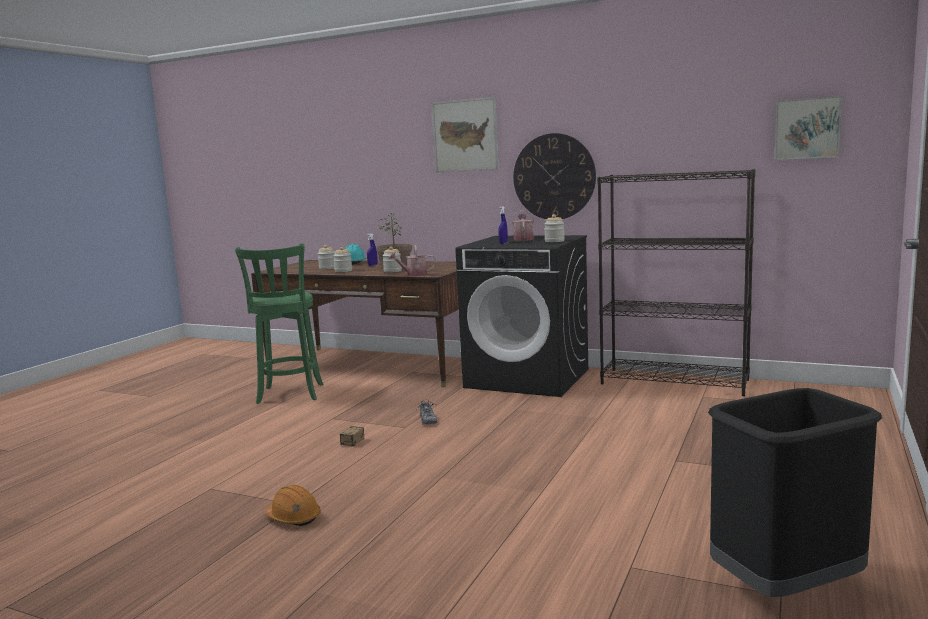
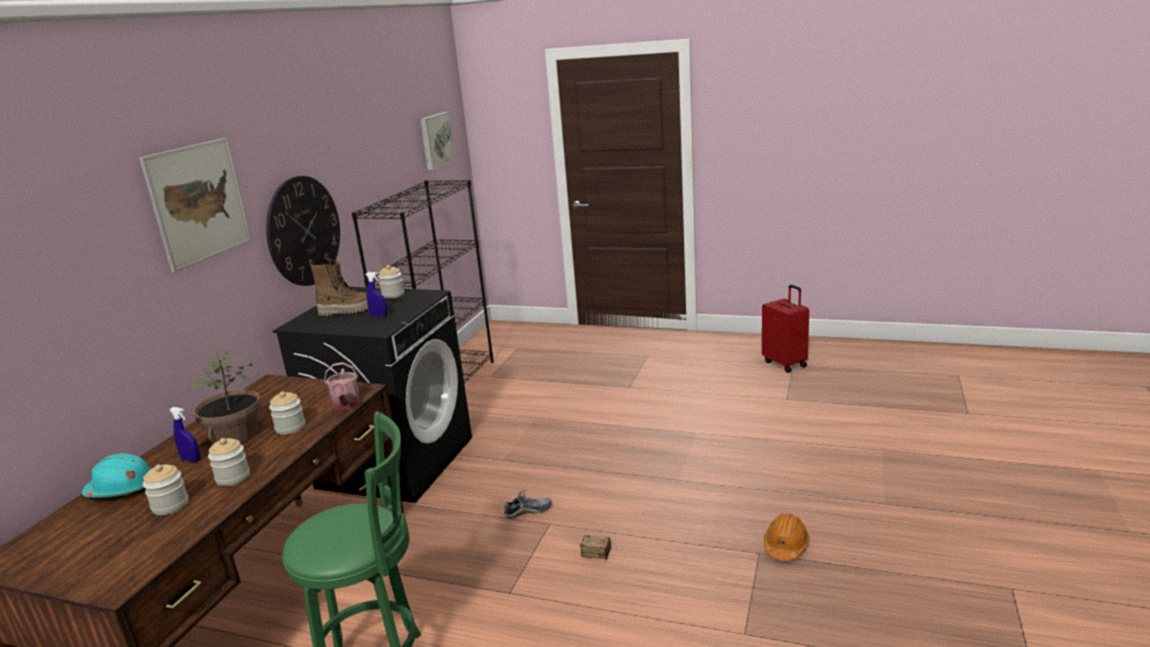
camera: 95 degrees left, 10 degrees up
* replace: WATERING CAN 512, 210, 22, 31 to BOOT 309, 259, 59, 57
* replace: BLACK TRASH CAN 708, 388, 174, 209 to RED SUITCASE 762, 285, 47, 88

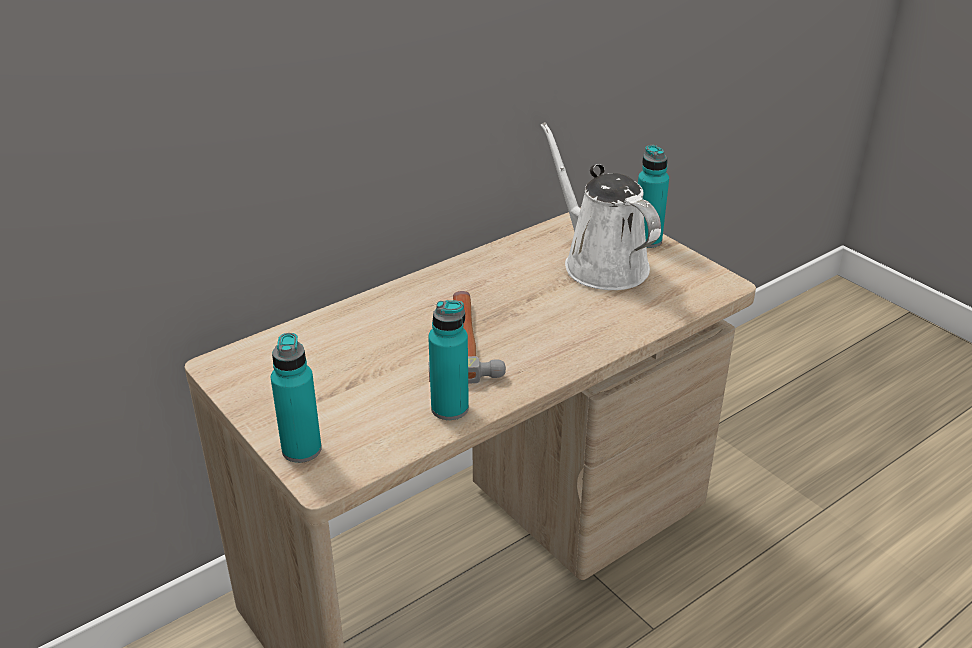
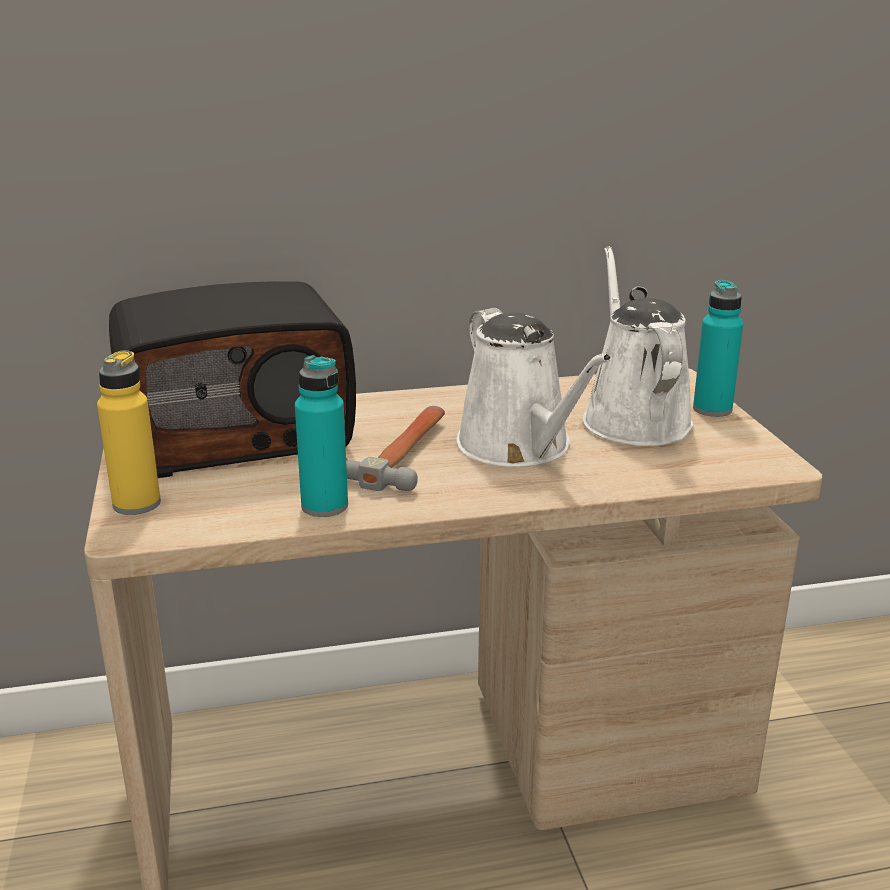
camera: 25 degrees right, 10 degrees down
* insert: RADIO 109, 281, 247, 197
* insert: WHITE WATERING CAN 456, 308, 156, 159
* recolor: TURQUOISE BOTTLE 271, 333, 51, 130 to YELLOW BOTTLE 97, 350, 64, 165

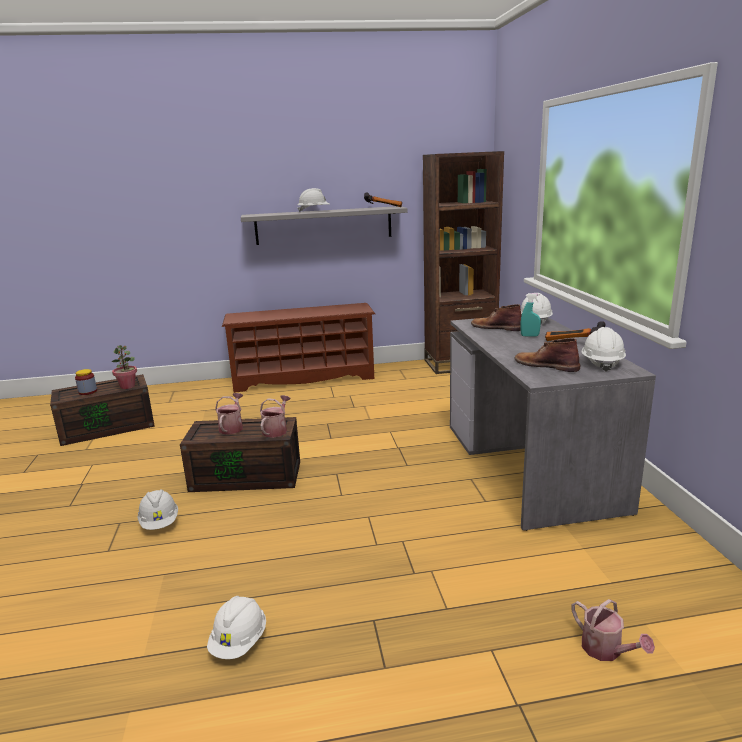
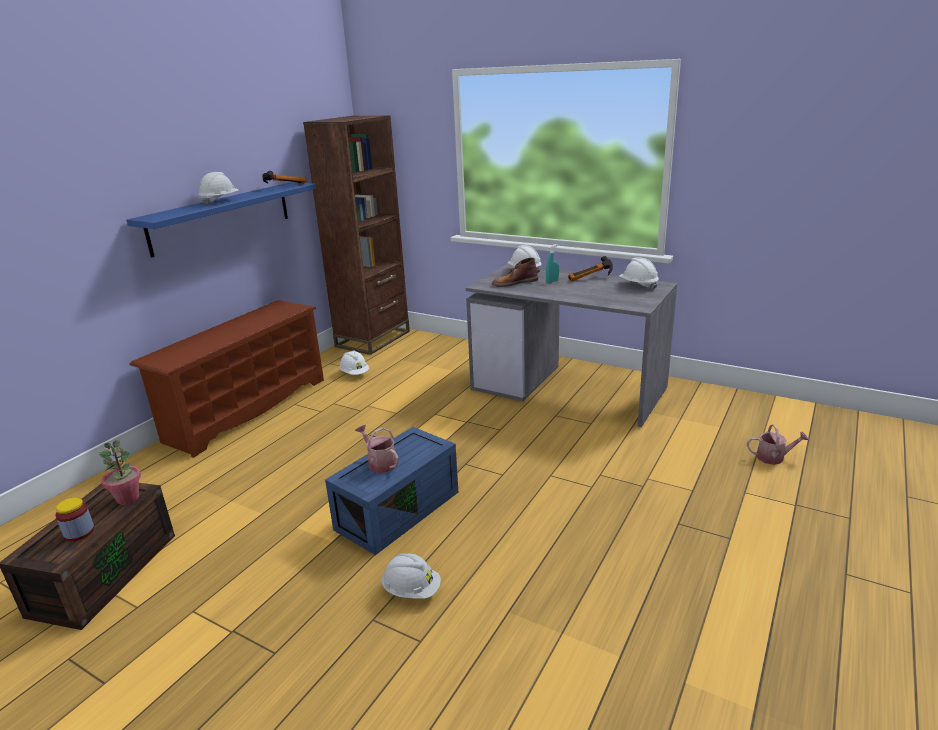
camera: 50 degrees left, 5 degrees up
* delete: WATERING CAN 260, 395, 30, 43
* delete: BROWN BOOT 514, 338, 66, 34
* move: WHITE HARD HAT 207, 596, 59, 63 to 340, 350, 29, 25
* recolor: BROWN STORAGE BOX 180, 417, 120, 75 to BLUE STORAGE BOX 325, 427, 133, 128
* recolor: GREY SHELF 241, 206, 167, 39 to BLUE SHELF 126, 182, 190, 76

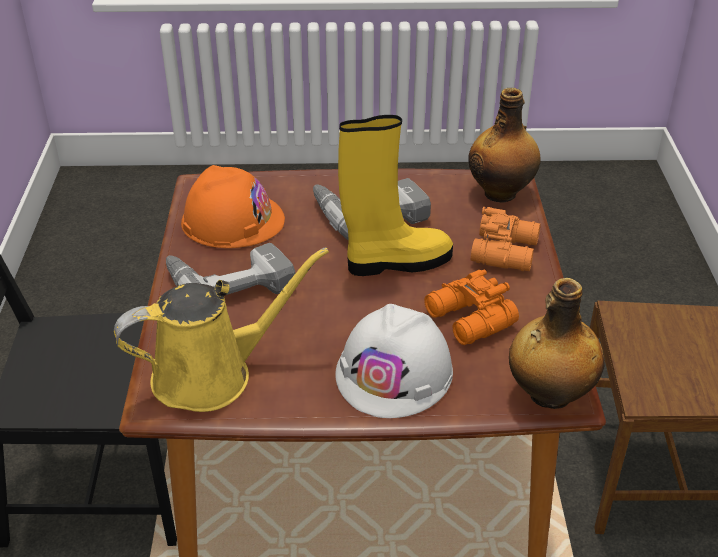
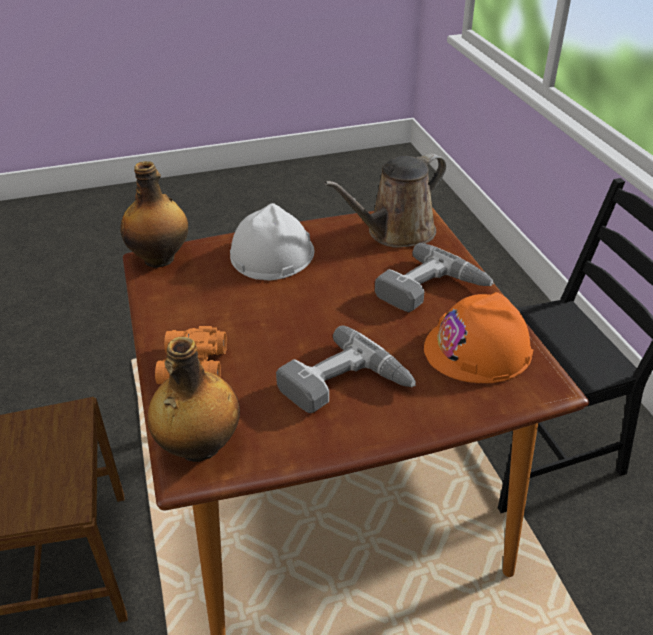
camera: 165 degrees right, 0 degrees up
* delete: YELLOW BOOT 338, 115, 115, 161
* delete: ORANGE BINOCULARS 424, 270, 95, 75
* recolor: YELLOW WATERING CAN 114, 247, 215, 165 to BROWN WATERING CAN 324, 153, 122, 95

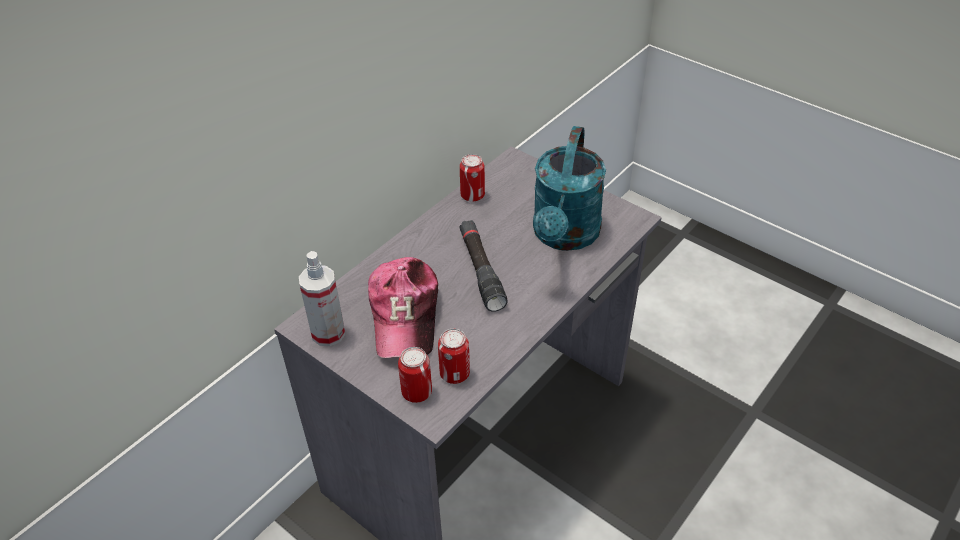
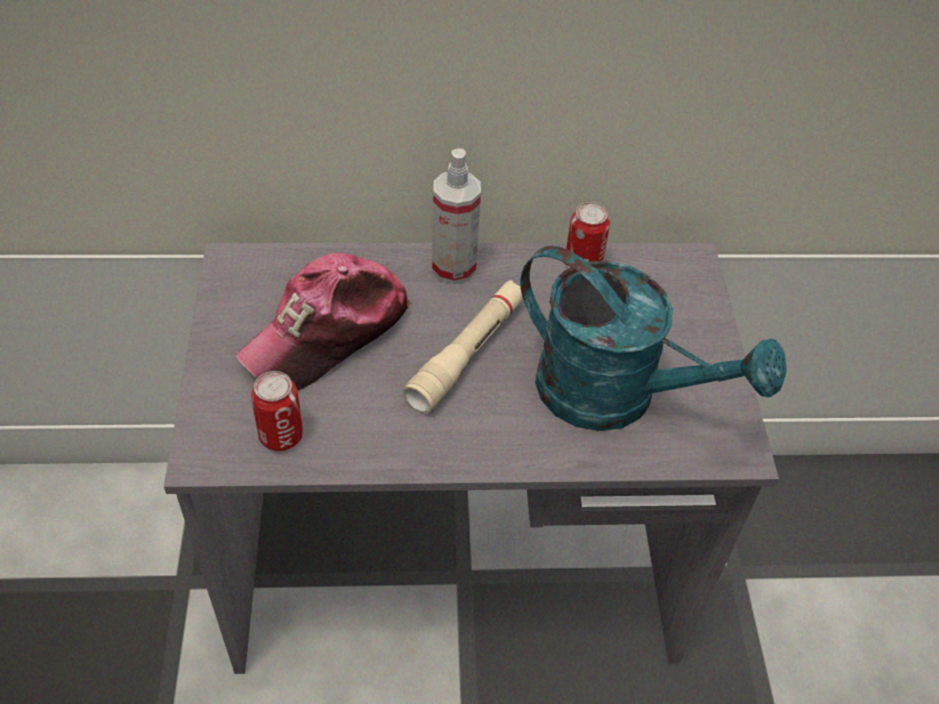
camera: 45 degrees right, 5 degrees up
* delete: CAN 398, 347, 34, 56
* move: SPRAY BOTTLE 299, 251, 46, 95 to 432, 148, 49, 136
* recolor: BLACK FLASHLIGHT 459, 220, 49, 92 to BEIGE FLASHLIGHT 402, 280, 121, 133
* rotate: TURQUOISE WATERING CAN 533, 126, 73, 125 = 520, 246, 267, 185 120 degrees counterclockwise

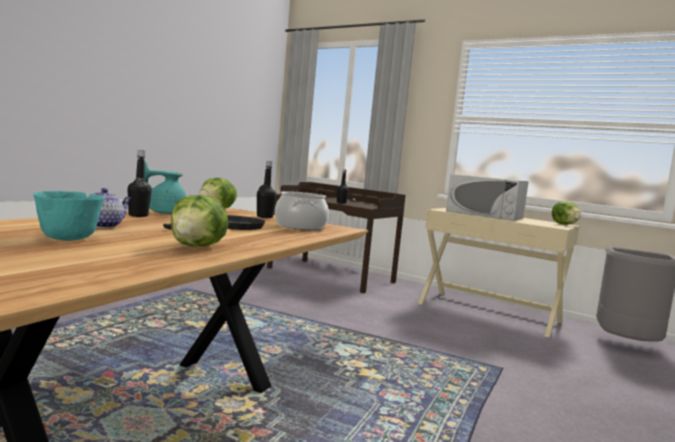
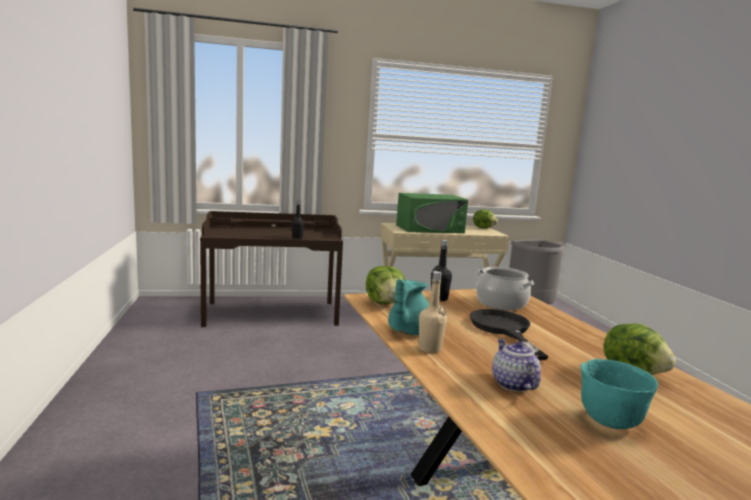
camera: 45 degrees left, 5 degrees up
* recolor: BLACK BOTTLE 127, 150, 25, 67 to BEIGE BOTTLE 418, 271, 29, 82
* recolor: WHITE MICROWAVE 446, 174, 83, 47 to GREEN MICROWAVE 396, 193, 72, 40

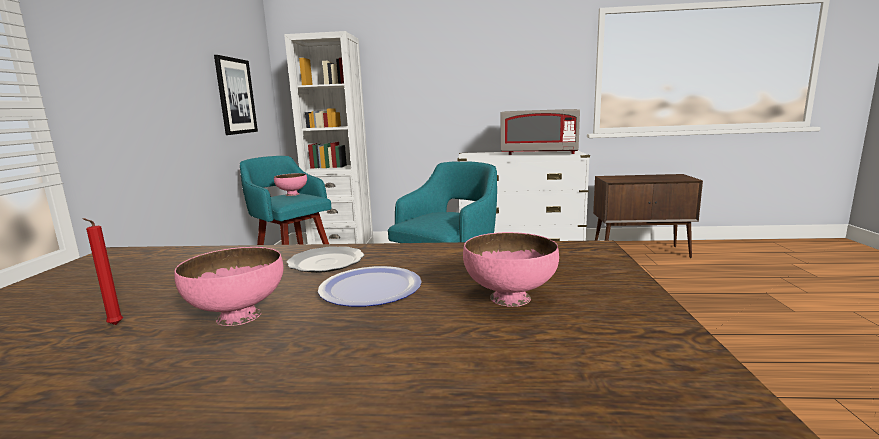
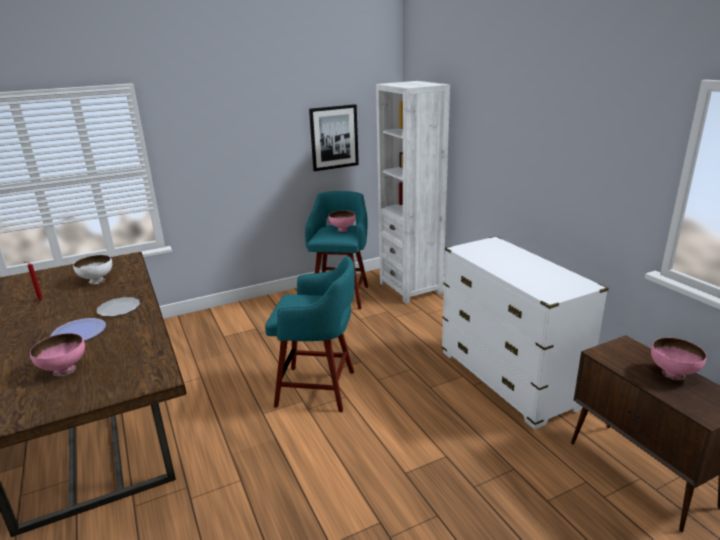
camera: 60 degrees right, 10 degrees up
* delete: GREY MICROWAVE 500, 109, 80, 46
* insert: WHITE BOWL 73, 255, 39, 29
* move: PINK BOWL 174, 247, 109, 79 to 651, 337, 55, 43

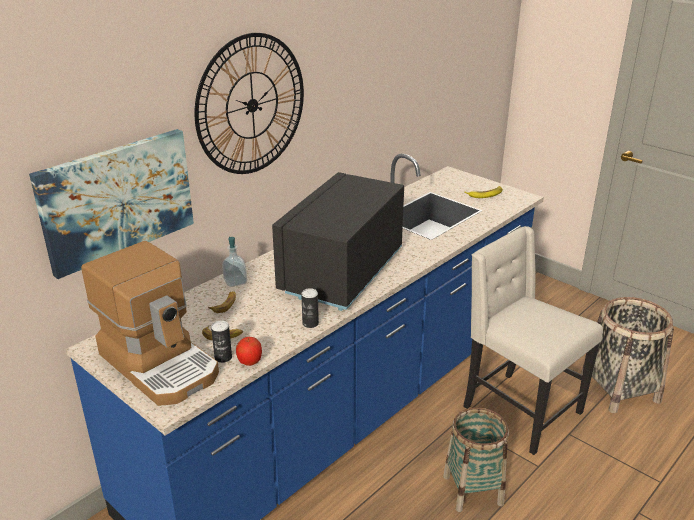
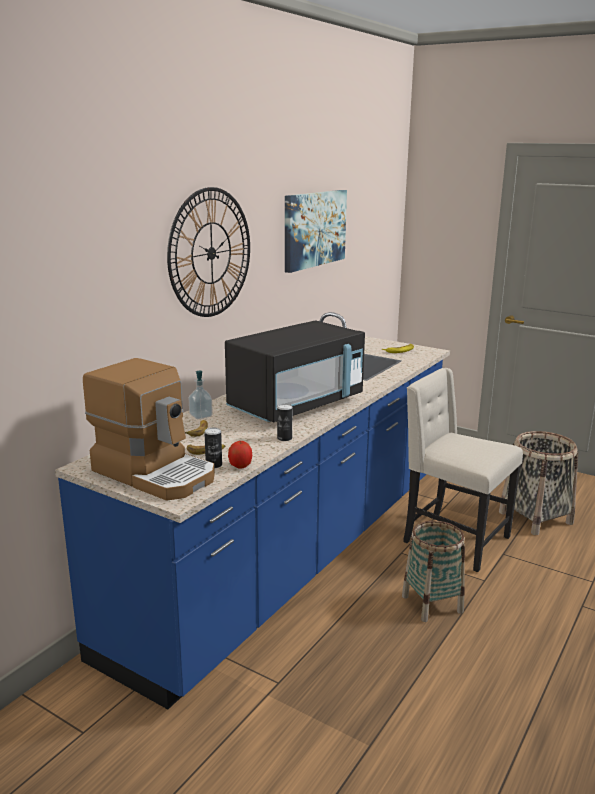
camera: 10 degrees left, 10 degrees down
* move: PICTURE 29, 129, 165, 150 to 285, 190, 62, 83
* rotate: BLACK MICROWAVE 272, 172, 132, 139 = 225, 320, 140, 103 150 degrees counterclockwise

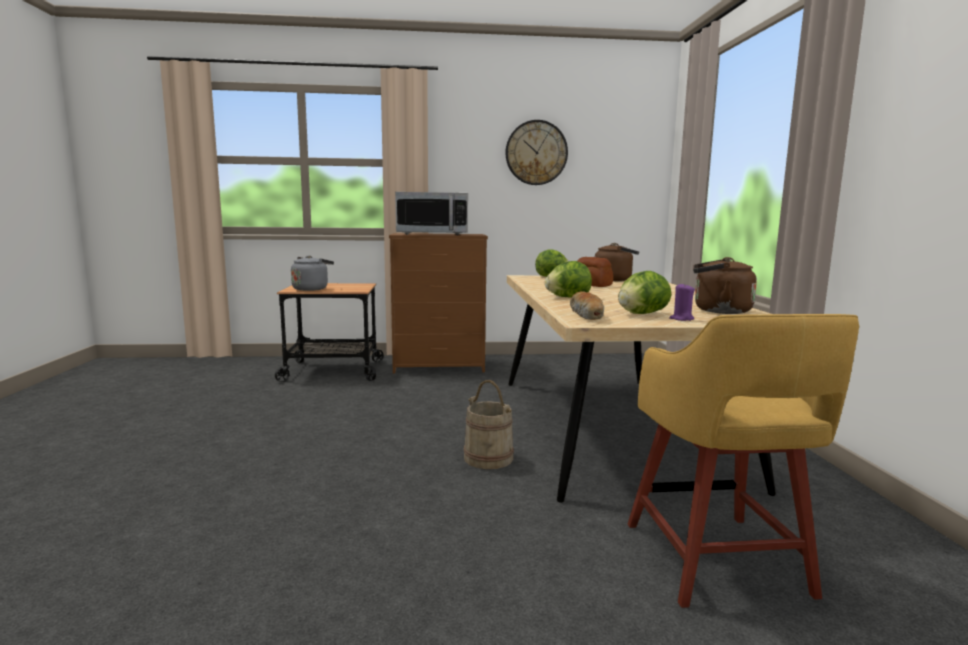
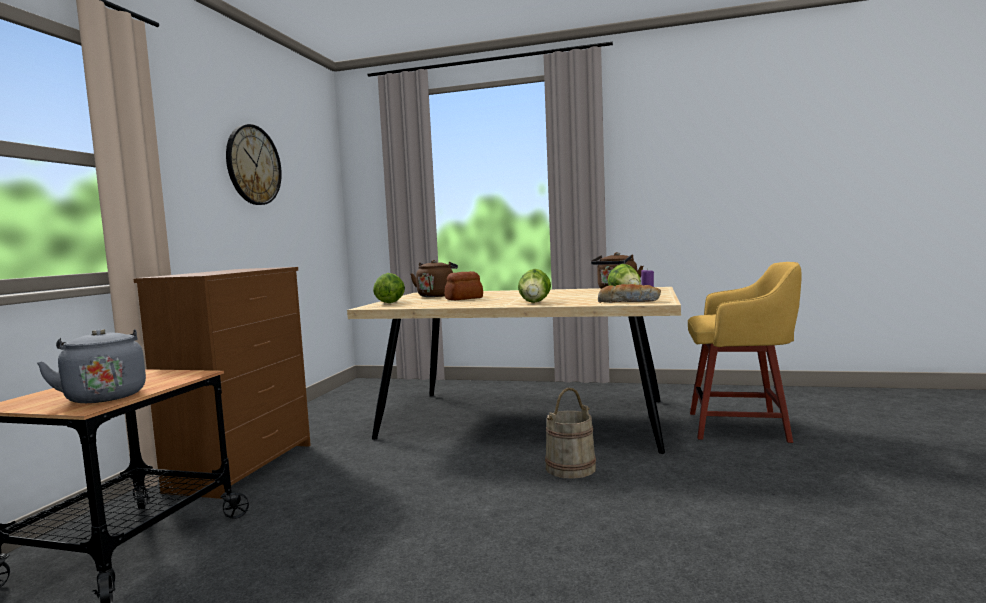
camera: 70 degrees left, 5 degrees down
* delete: MICROWAVE 395, 192, 73, 43

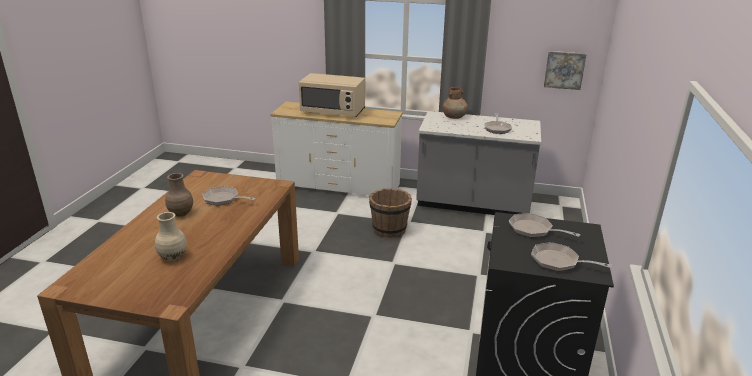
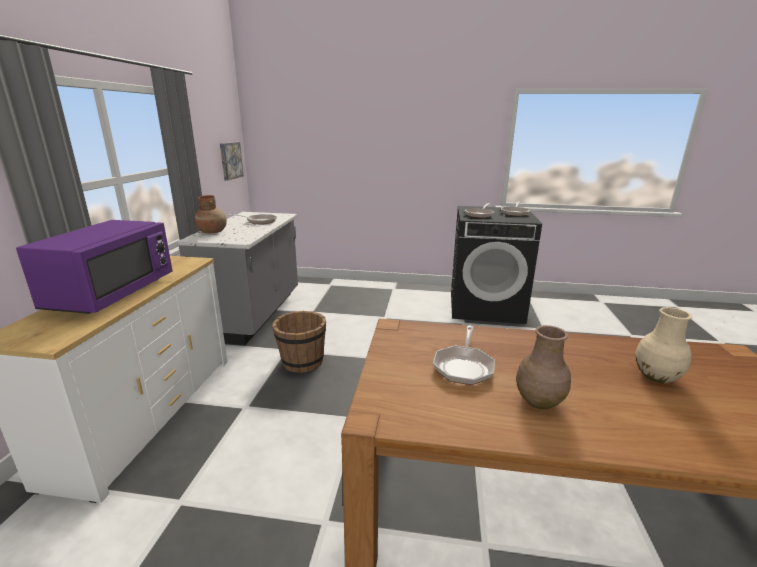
camera: 95 degrees left, 5 degrees down
* recolor: BEIGE MICROWAVE 299, 73, 66, 44 to PURPLE MICROWAVE 16, 220, 156, 94

